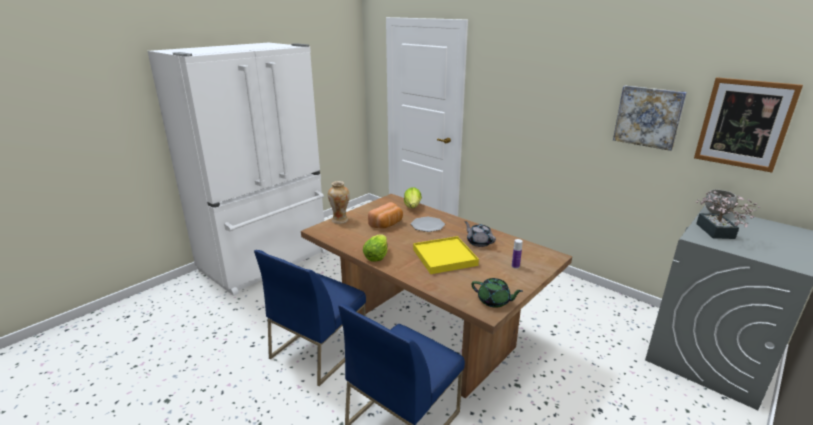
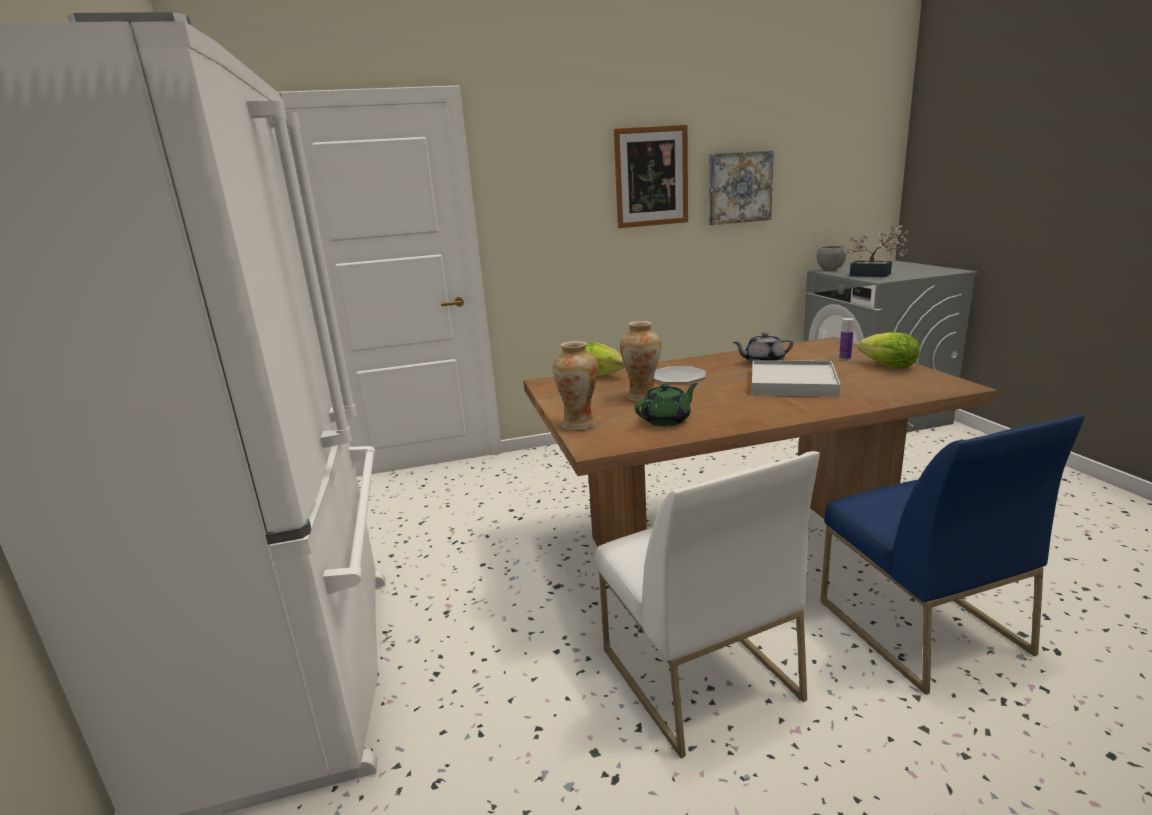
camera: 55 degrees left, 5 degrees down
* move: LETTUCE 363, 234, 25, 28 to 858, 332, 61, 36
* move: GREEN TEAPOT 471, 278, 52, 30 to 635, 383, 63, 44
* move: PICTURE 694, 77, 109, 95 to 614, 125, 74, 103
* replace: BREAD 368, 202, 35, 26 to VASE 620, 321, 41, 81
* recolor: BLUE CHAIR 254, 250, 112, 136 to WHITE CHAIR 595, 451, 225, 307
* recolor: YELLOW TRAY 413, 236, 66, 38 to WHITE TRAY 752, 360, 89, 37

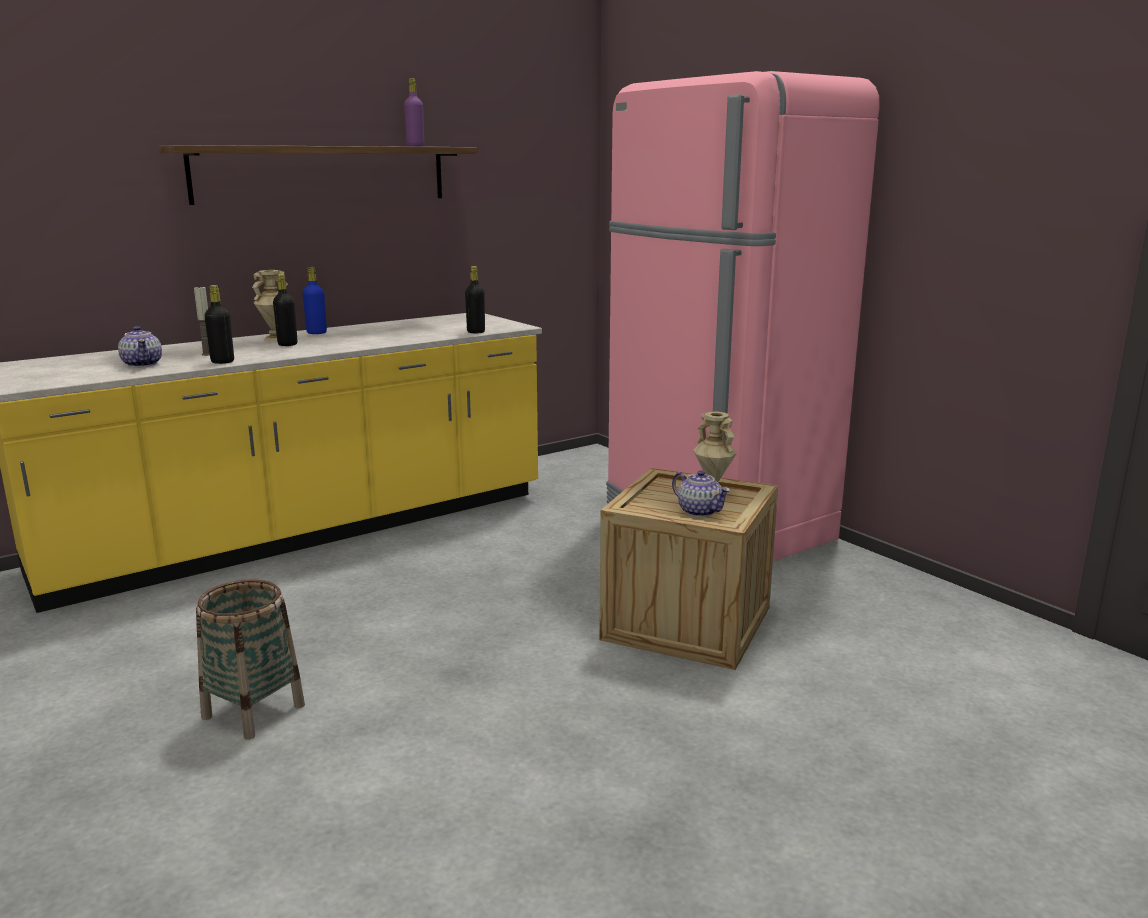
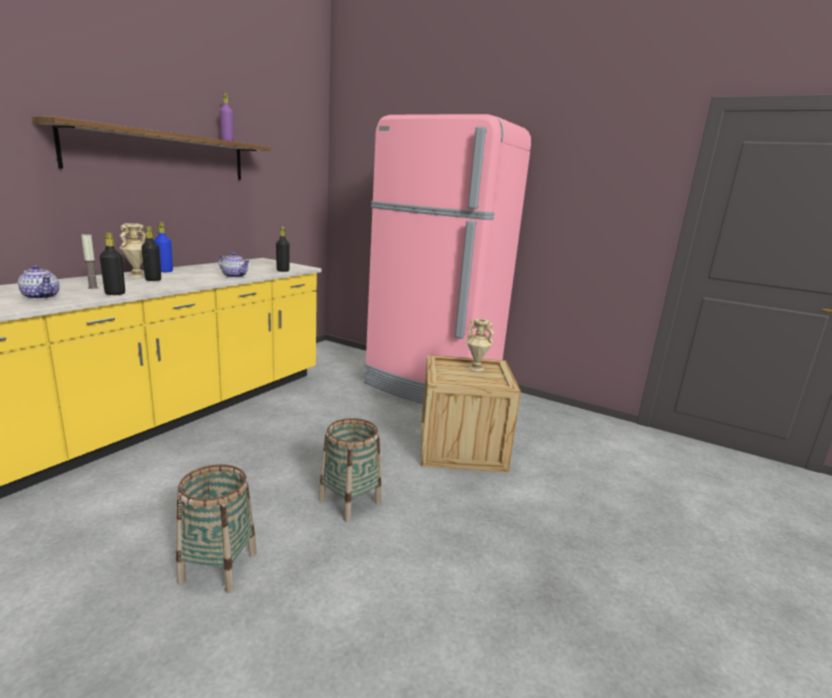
camera: 25 degrees left, 0 degrees up
* insert: BASKET 318, 418, 63, 103
* move: TEAPOT 672, 470, 59, 47 to 218, 252, 32, 26

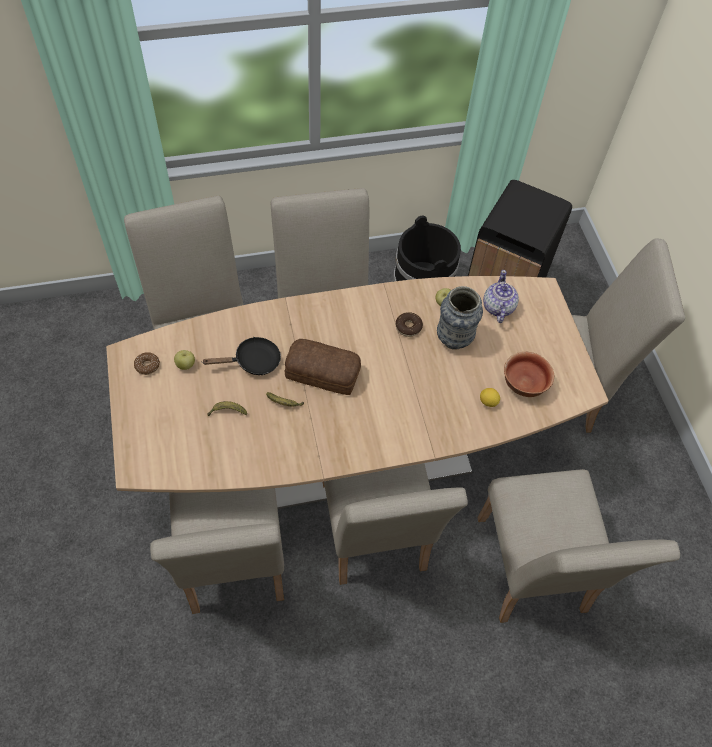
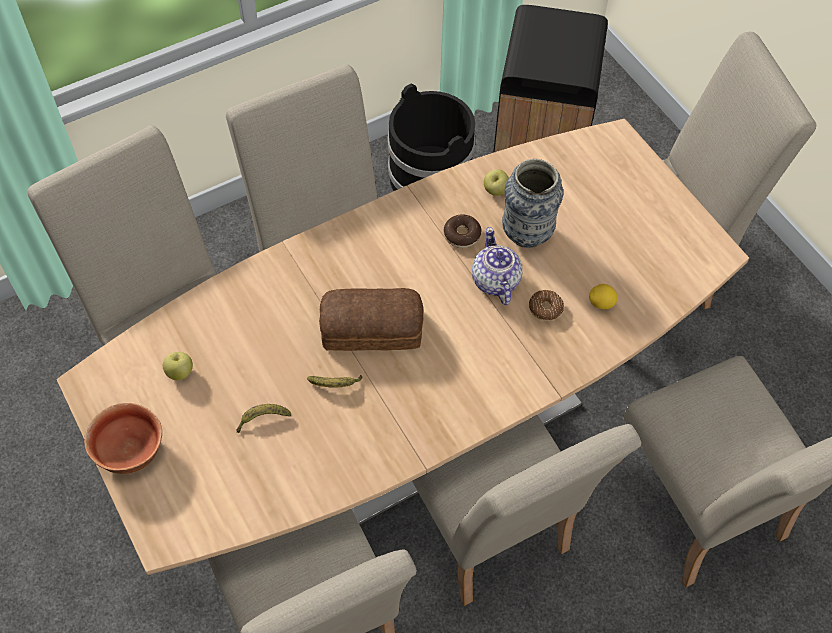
camera: 15 degrees left, 0 degrees up
* delete: BLACK FRYING PAN 203, 337, 78, 38
* move: DONUT 134, 352, 26, 23 to 529, 290, 35, 31
* move: TEAPOT 483, 270, 36, 53 to 472, 227, 51, 78
* move: BOWL 504, 352, 50, 45 to 84, 403, 78, 71

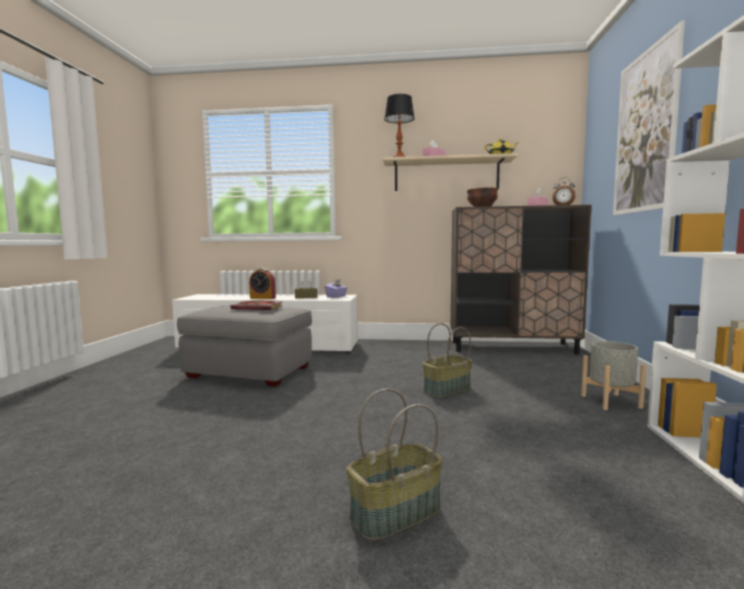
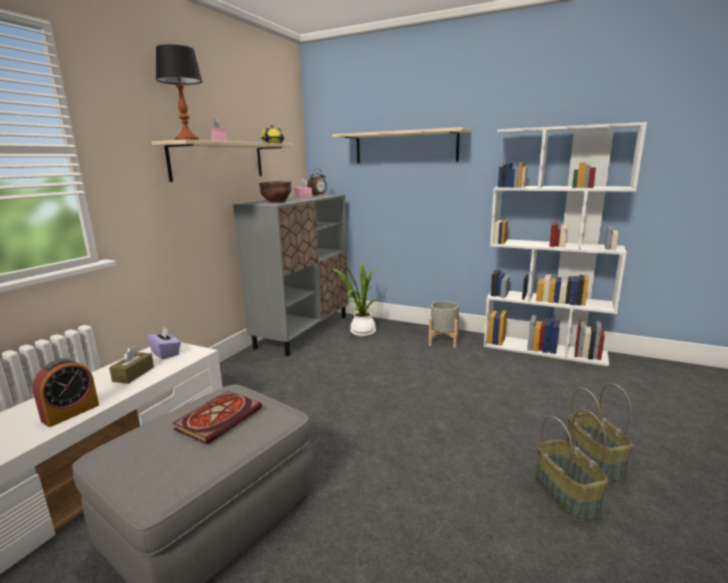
camera: 70 degrees left, 10 degrees up
* insert: POTTED PLANT 333, 259, 48, 77
* move: BASKET 423, 323, 49, 75 to 535, 410, 74, 111
* replace: PICTURE 613, 20, 72, 195 to BEIGE SHELF 332, 127, 139, 37
* recolor: BROWN CABINET 451, 205, 141, 149 to GREY CABINET 233, 194, 116, 162

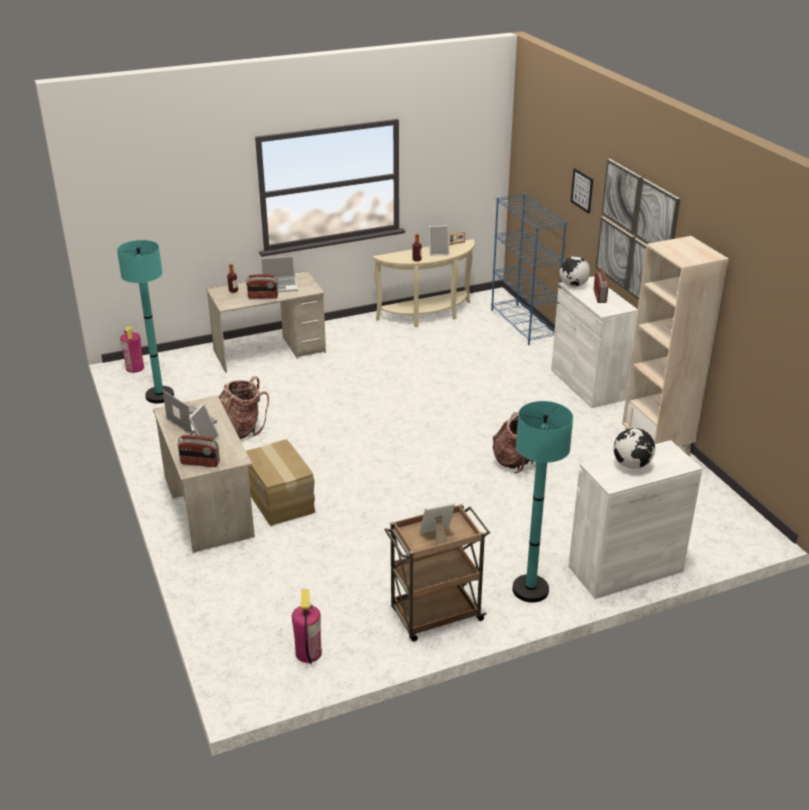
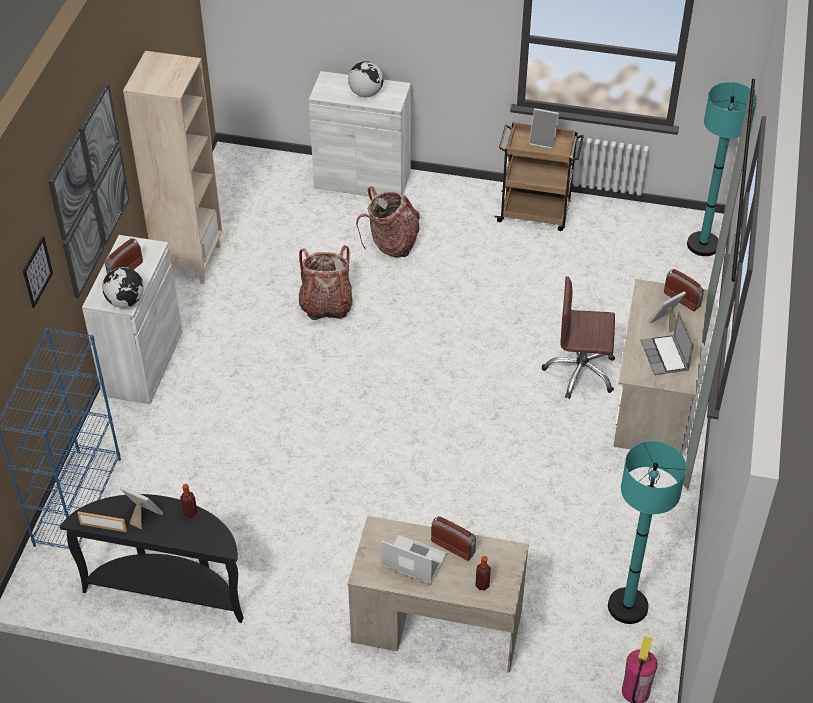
camera: 145 degrees left, 15 degrees up
* delete: FIRE EXTINGUISHER 292, 589, 30, 75
* move: BACKPACK 218, 376, 51, 63 to 356, 186, 64, 72
* move: TURQUOISE FLOOR LAMP 512, 401, 61, 202 to 687, 82, 70, 174
* replace: CARDBOARD BOX 246, 439, 69, 87 to BROWN OFFICE CHAIR 542, 276, 73, 123
* recolor: BEIGE CONSOLE TABLE 372, 239, 103, 88 to BLACK CONSOLE TABLE 60, 494, 184, 129

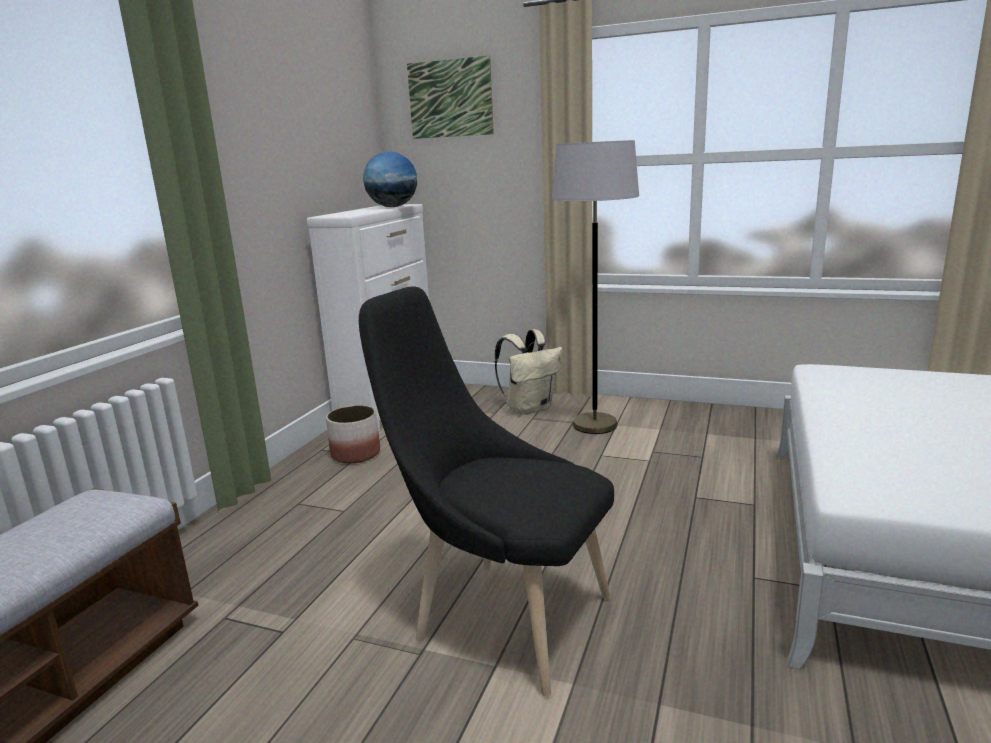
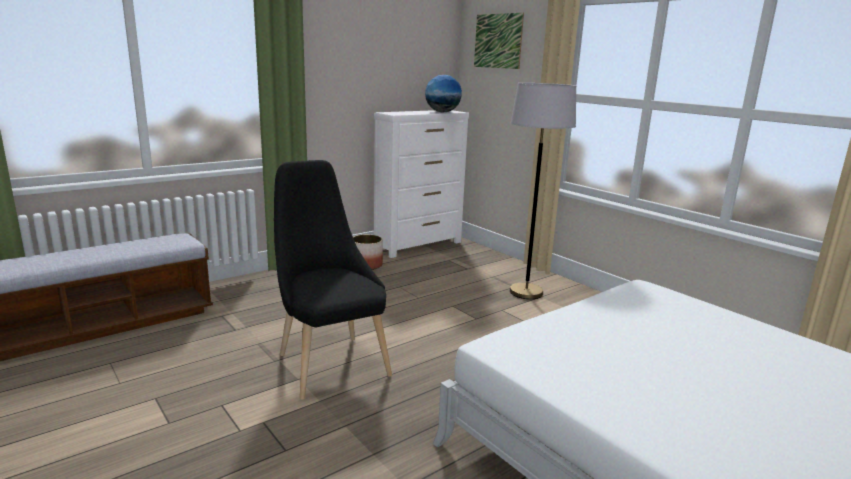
camera: 30 degrees right, 0 degrees up
* delete: BEIGE BACKPACK 495, 329, 68, 86

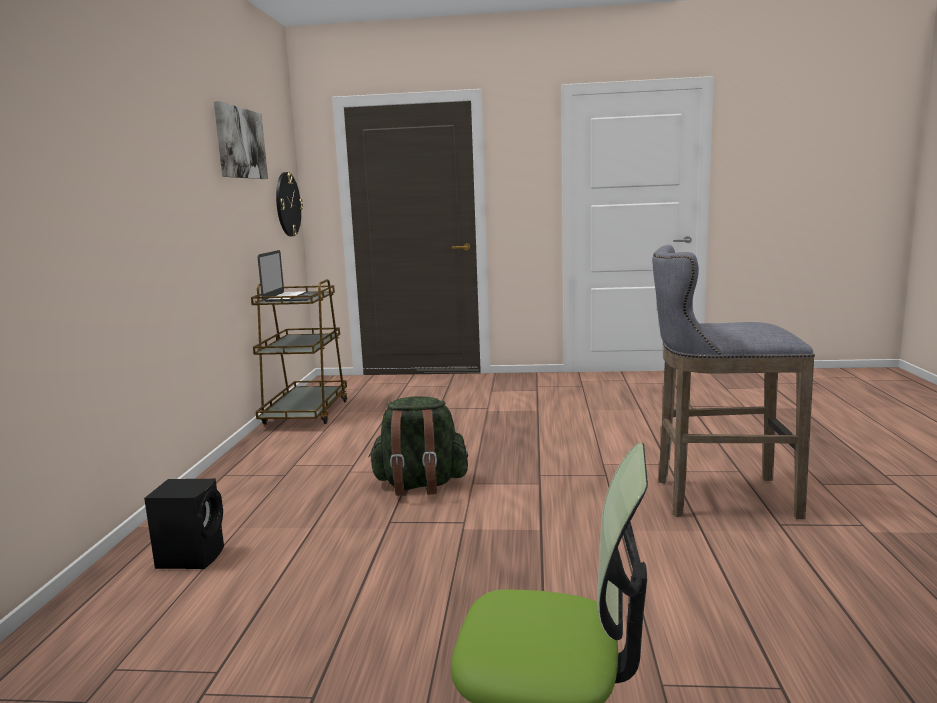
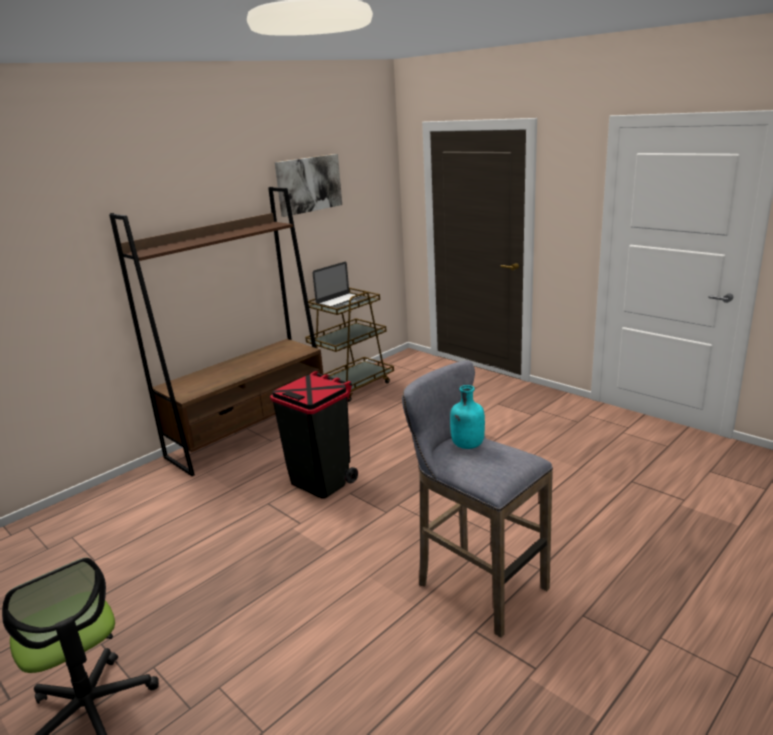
camera: 40 degrees right, 10 degrees up
* delete: BLACK SPEAKER 144, 478, 80, 91
* delete: WALL CLOCK 276, 172, 27, 64
* insert: BROWN BOOKCASE 109, 187, 214, 289
* insert: TURQUOISE BOTTLE 450, 385, 35, 64
* replace: GREEN BACKPACK 368, 396, 100, 100 to BLACK TRASH CAN 270, 371, 88, 128

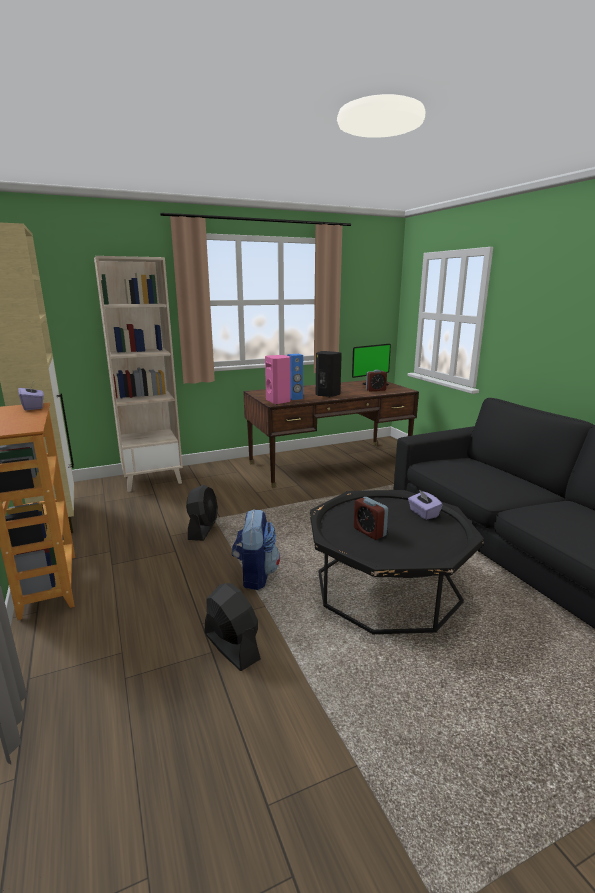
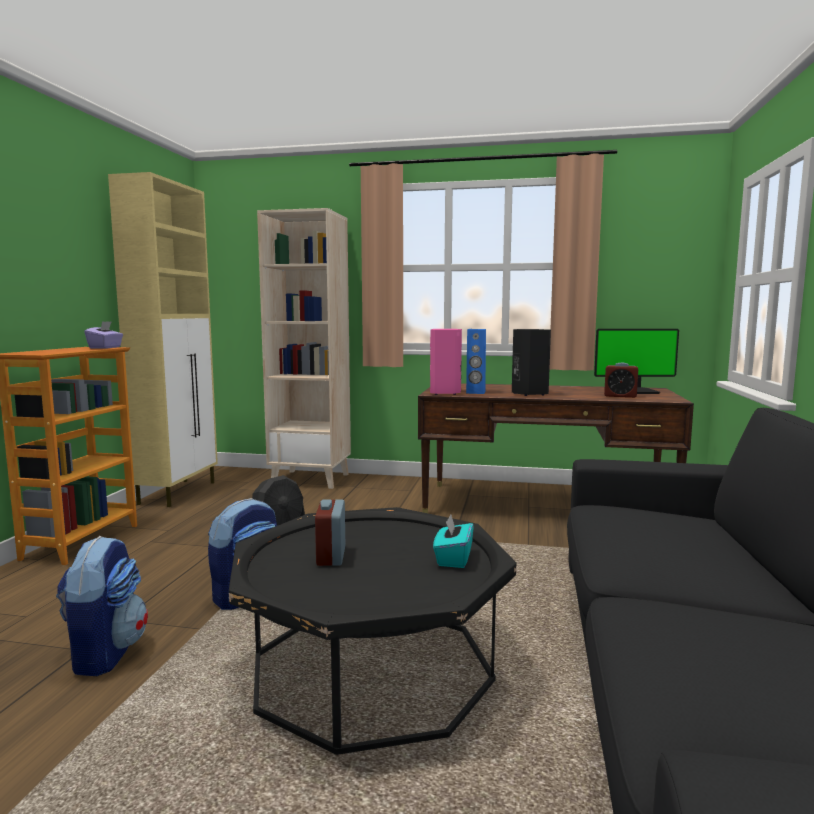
camera: 35 degrees right, 10 degrees down
* replace: BLACK FAN 204, 583, 57, 88 to BACKPACK 56, 536, 92, 140
* recolor: PURPLE TISSUE BOX 408, 490, 35, 30 to TURQUOISE TISSUE BOX 433, 515, 41, 53

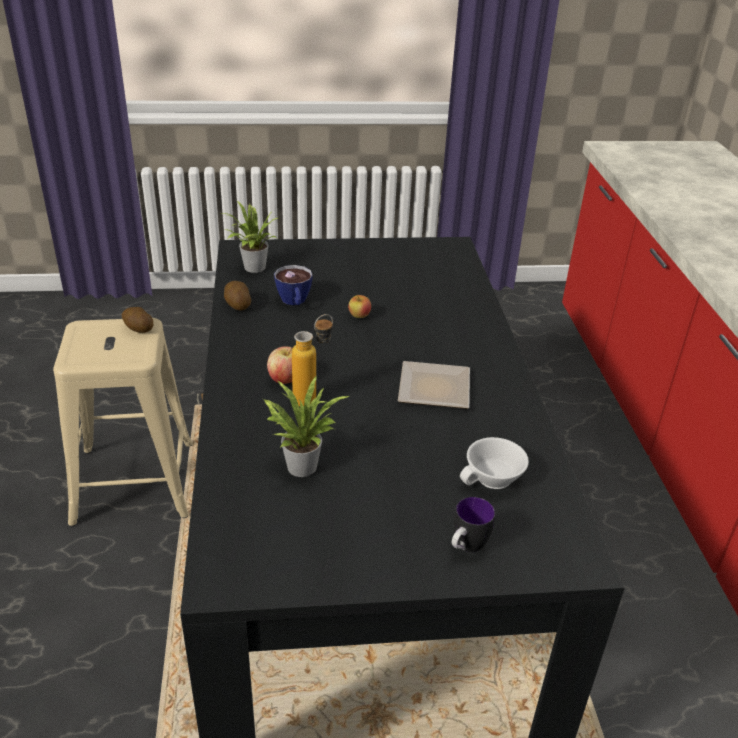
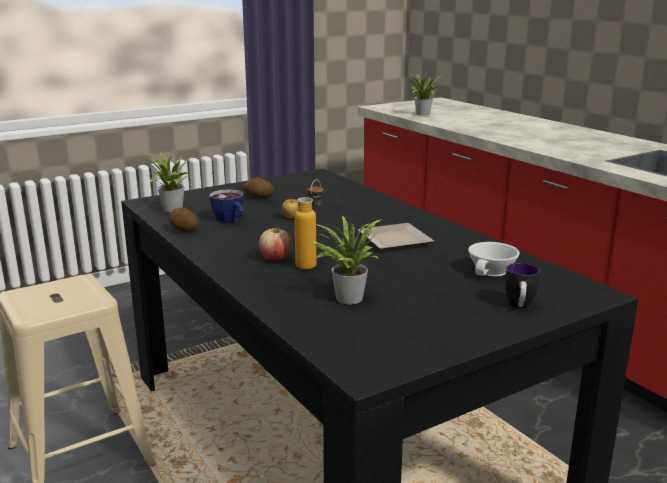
camera: 25 degrees left, 15 degrees down
* insert: POTTED PLANT 407, 71, 34, 45
* move: POTATO 122, 307, 32, 26 to 242, 177, 32, 21

